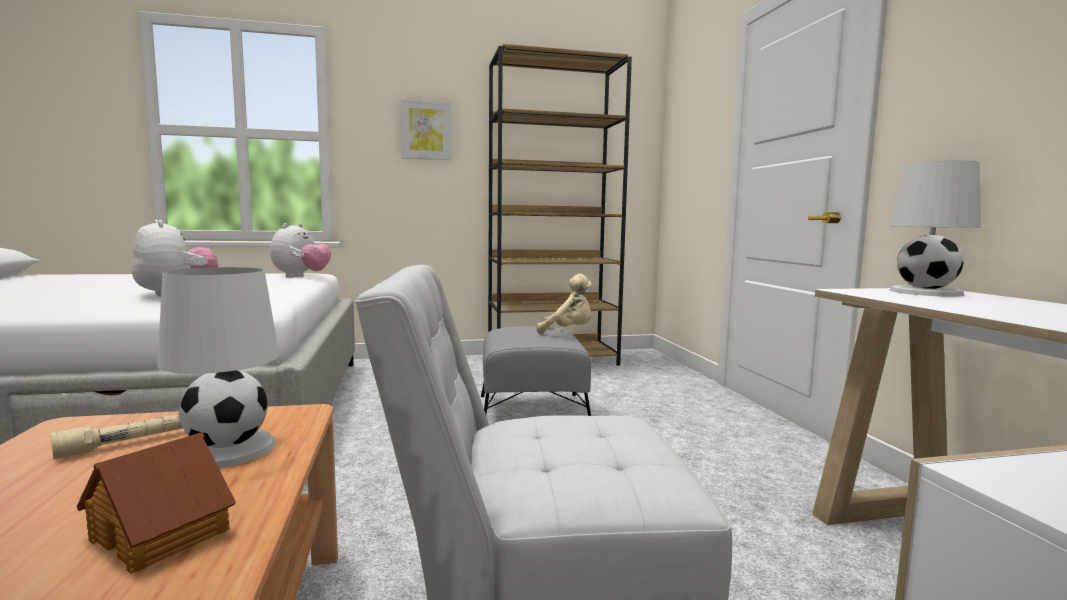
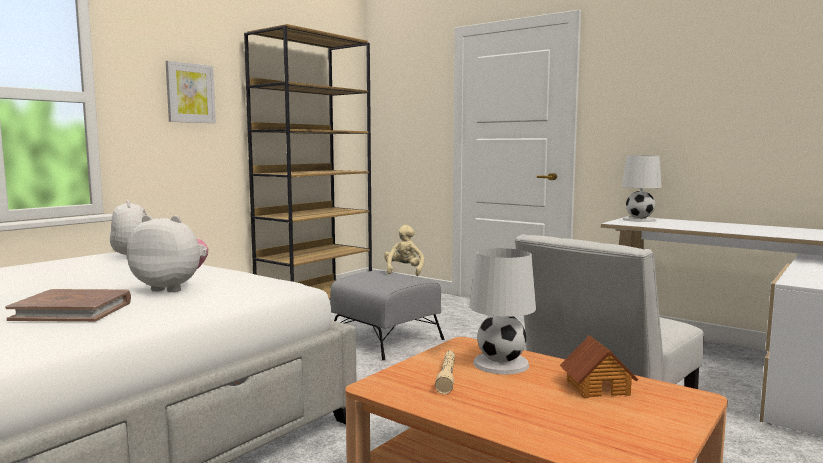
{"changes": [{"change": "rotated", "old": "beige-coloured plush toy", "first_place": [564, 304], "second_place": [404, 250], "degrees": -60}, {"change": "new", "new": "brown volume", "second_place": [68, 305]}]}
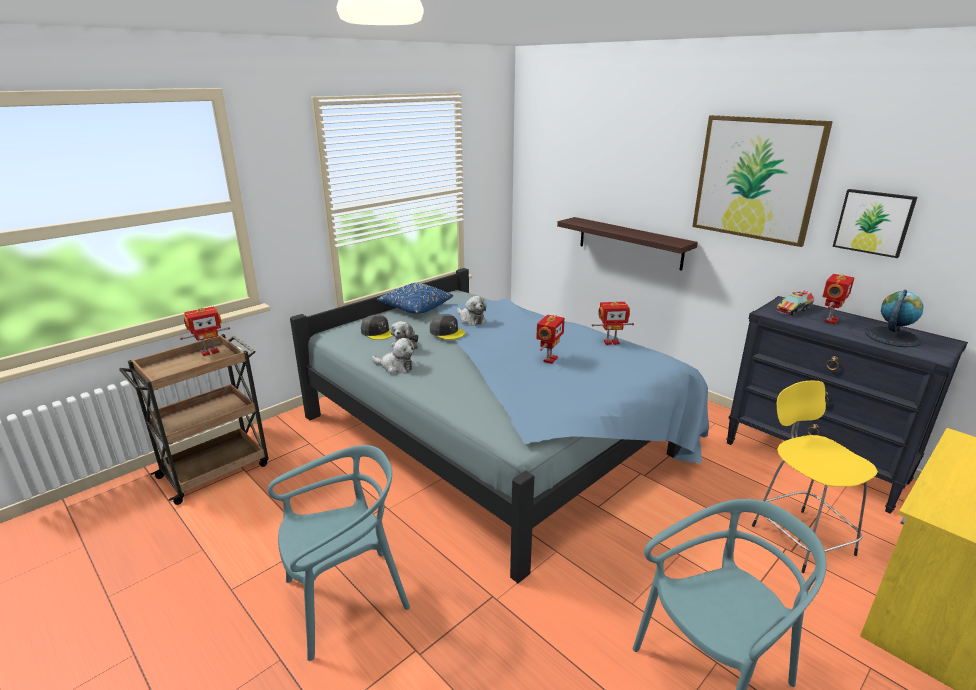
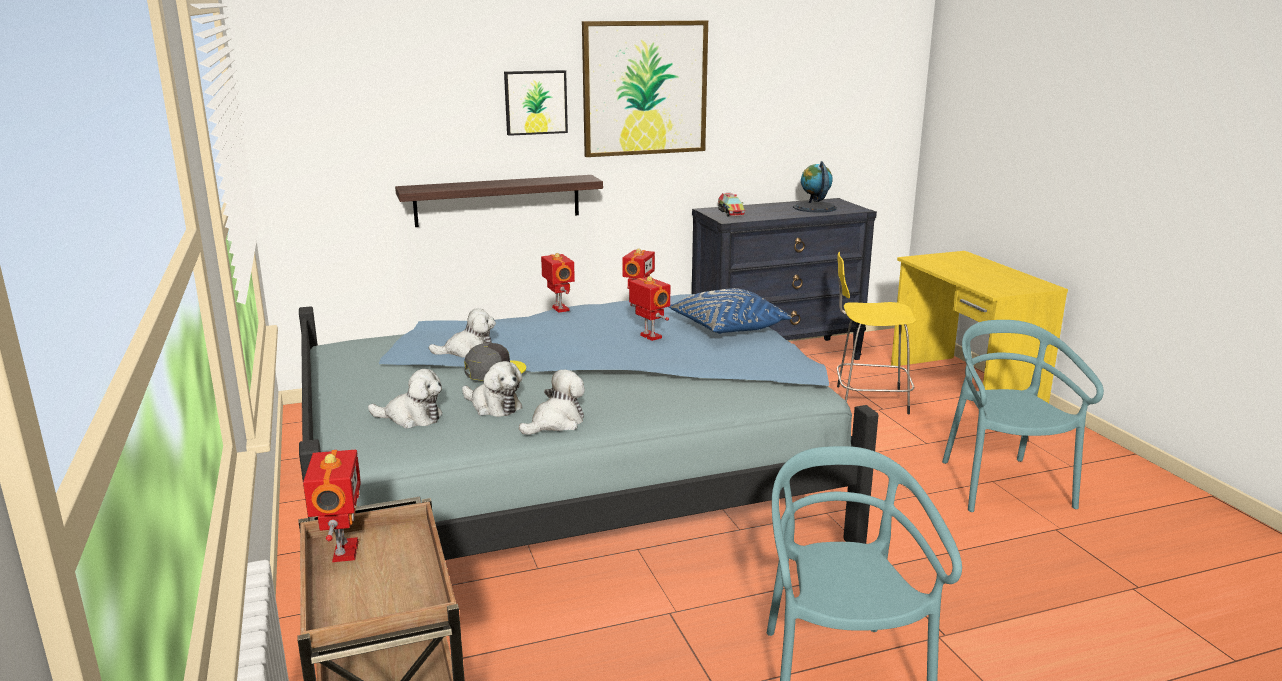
{"changes": [{"change": "swapped", "old": "greyish peaked cap", "new": "plush toy", "first_place": [377, 327], "second_place": [405, 398]}, {"change": "shifted", "old": "blue pillow", "first_place": [414, 298], "second_place": [730, 311]}, {"change": "shifted", "old": "toy robot", "first_place": [838, 299], "second_place": [558, 283]}, {"change": "shifted", "old": "wall picture", "first_place": [875, 223], "second_place": [536, 103]}]}
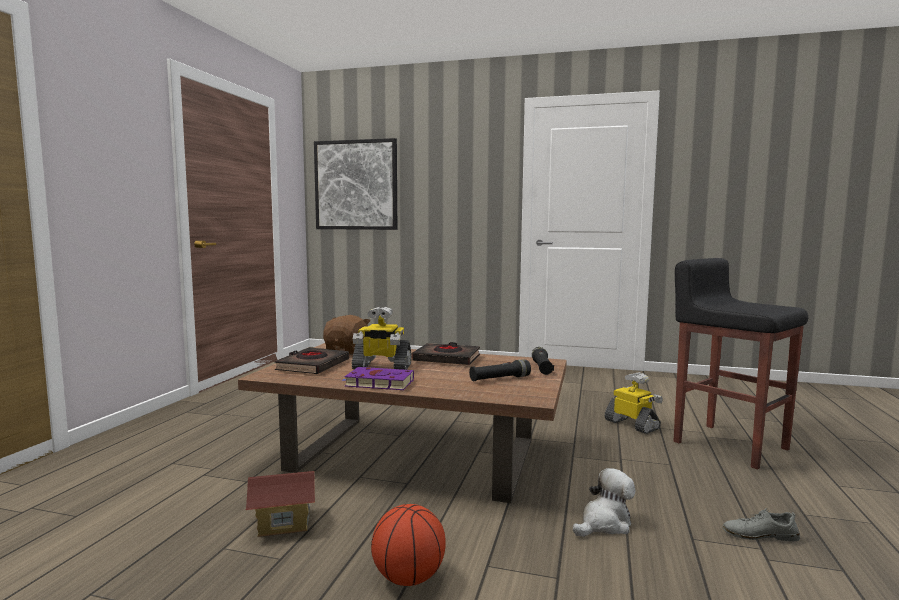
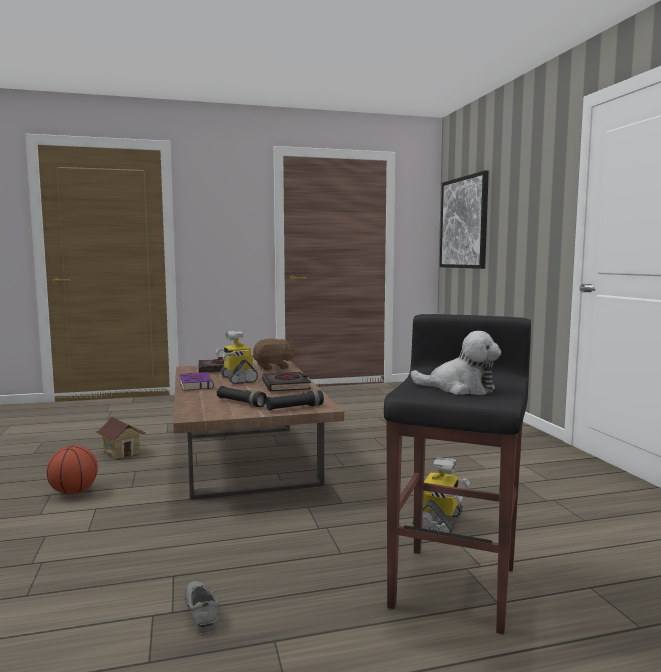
{"changes": [{"change": "shifted", "old": "plush toy", "first_place": [604, 502], "second_place": [455, 363]}]}
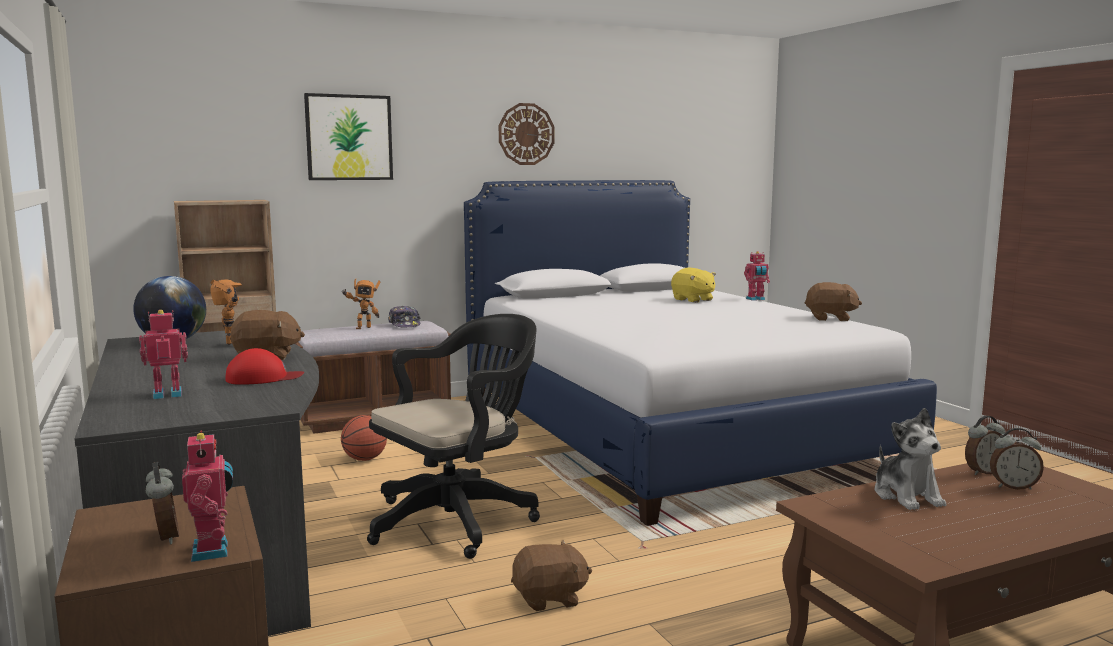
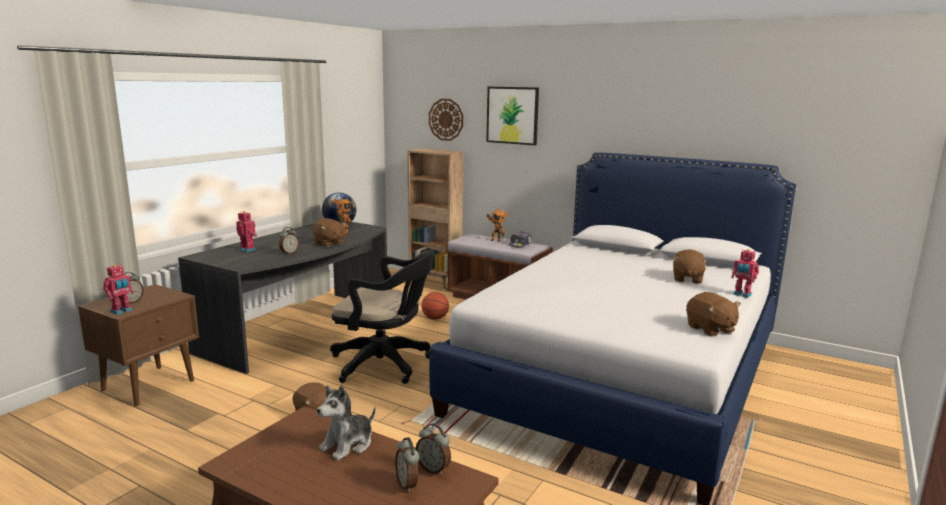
{"changes": [{"change": "swapped", "old": "reddish peaked cap", "new": "table clock", "first_place": [264, 366], "second_place": [289, 241]}, {"change": "shifted", "old": "clock on the wall", "first_place": [527, 134], "second_place": [446, 120]}, {"change": "repainted", "old": "yellow-coloured plush toy", "new": "brown plush toy", "first_place": [693, 285], "second_place": [691, 266]}]}
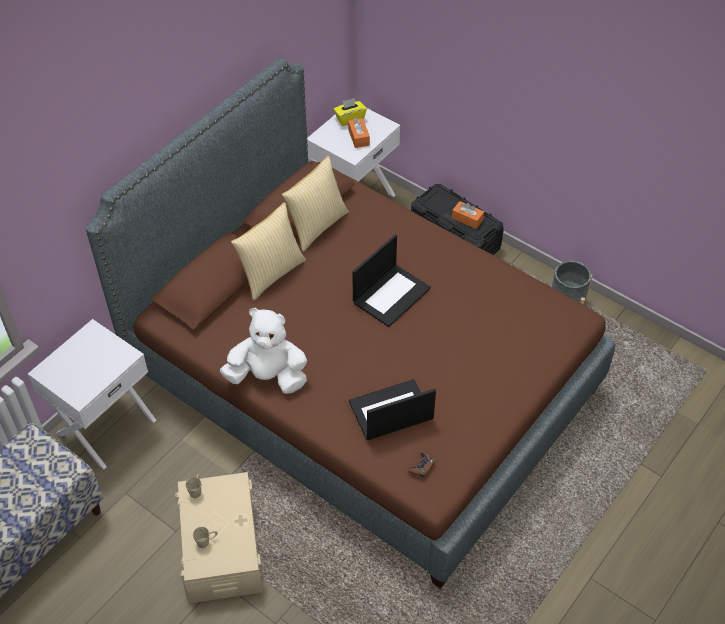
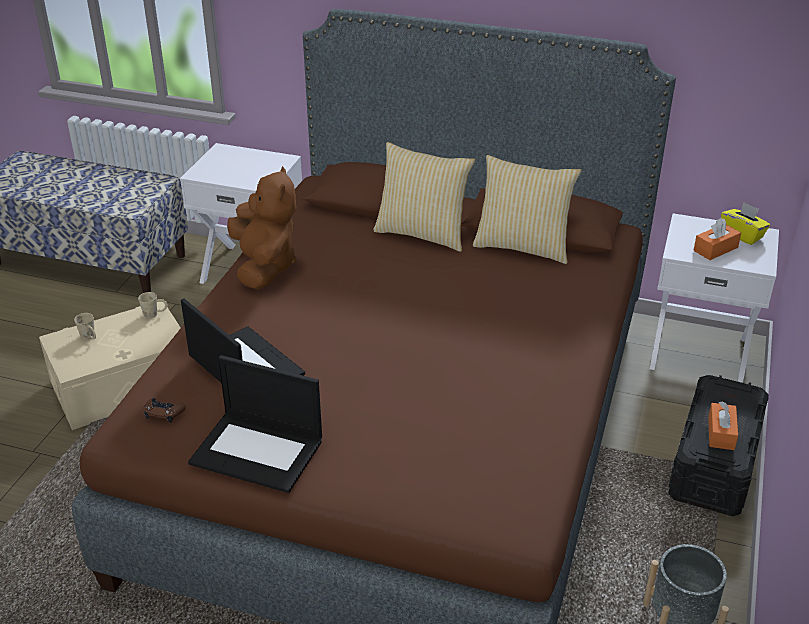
{"changes": [{"change": "repainted", "old": "whitish plush toy", "new": "brown plush toy", "first_place": [263, 351], "second_place": [261, 228]}, {"change": "shifted", "old": "portable computer", "first_place": [391, 280], "second_place": [255, 424]}]}
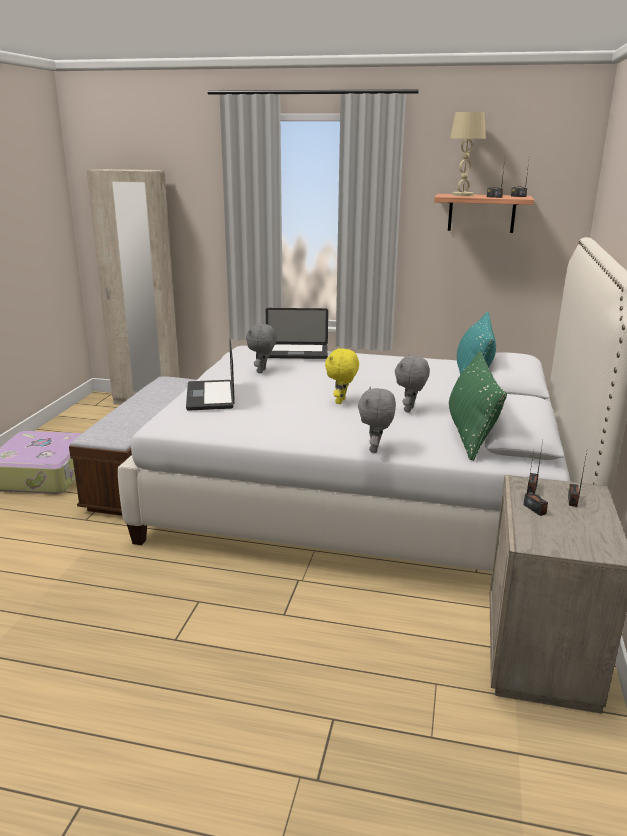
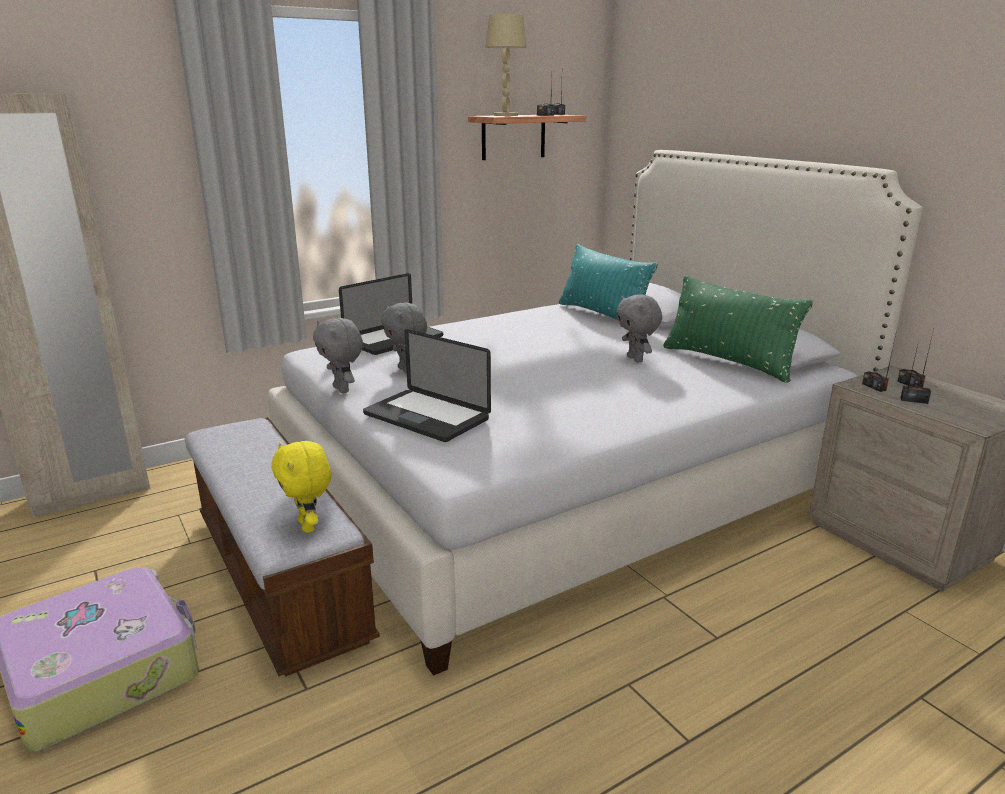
{"changes": [{"change": "shifted", "old": "yellow-coloured plush toy", "first_place": [342, 376], "second_place": [301, 487]}, {"change": "shifted", "old": "greyish plush toy", "first_place": [377, 420], "second_place": [338, 355]}]}
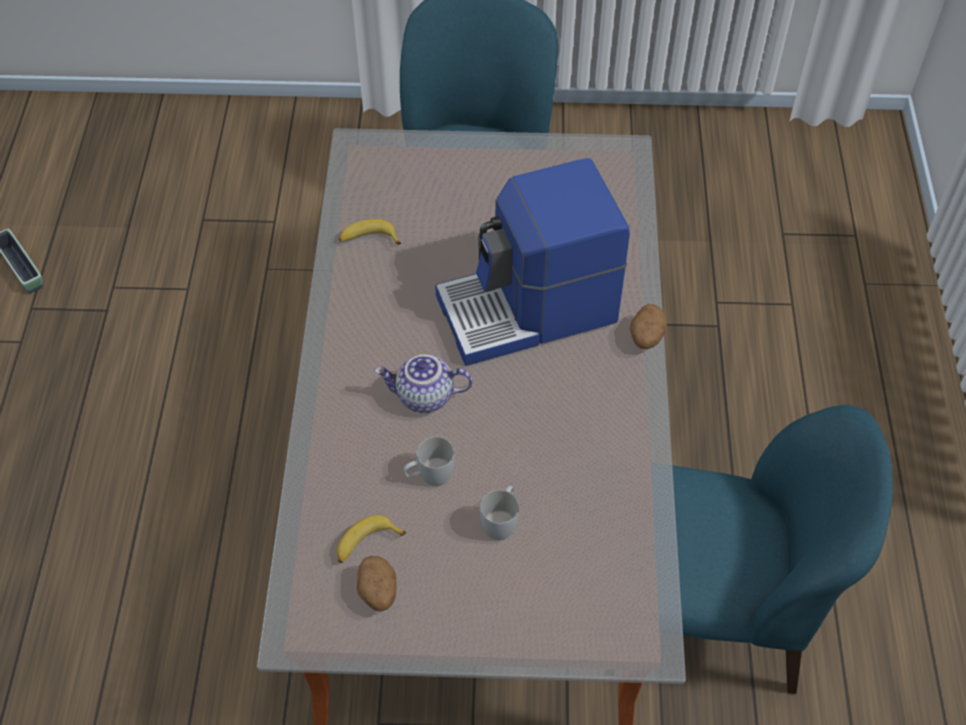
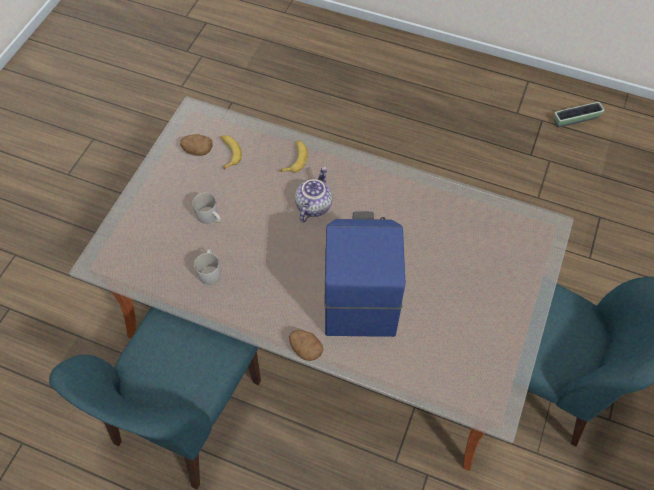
{"changes": [{"change": "shifted", "old": "banana fruit", "first_place": [370, 232], "second_place": [294, 156]}, {"change": "shifted", "old": "whitish coffee mug", "first_place": [428, 461], "second_place": [207, 267]}]}
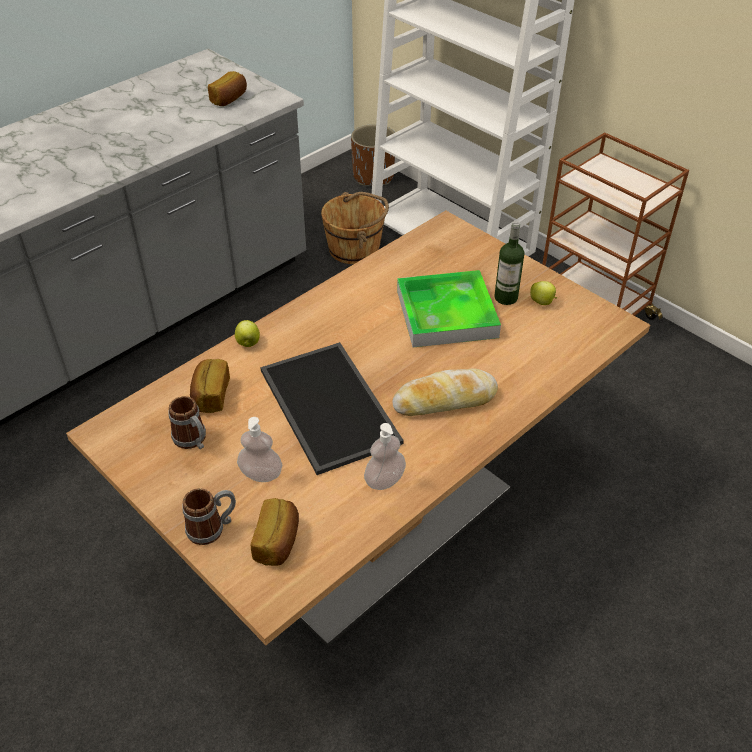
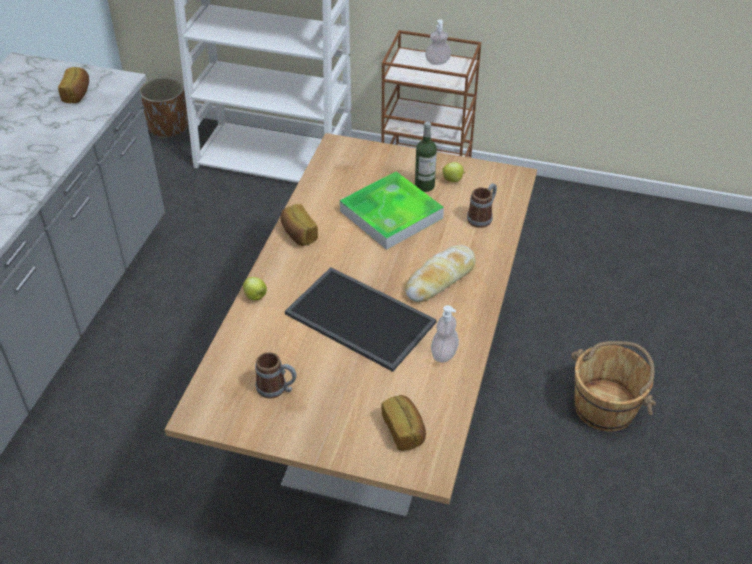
{"changes": [{"change": "shifted", "old": "coffee mug", "first_place": [209, 516], "second_place": [482, 205]}, {"change": "shifted", "old": "bread", "first_place": [210, 386], "second_place": [299, 225]}, {"change": "shifted", "old": "soap dispenser", "first_place": [260, 449], "second_place": [438, 42]}, {"change": "shifted", "old": "brown water bucket", "first_place": [355, 228], "second_place": [613, 386]}]}
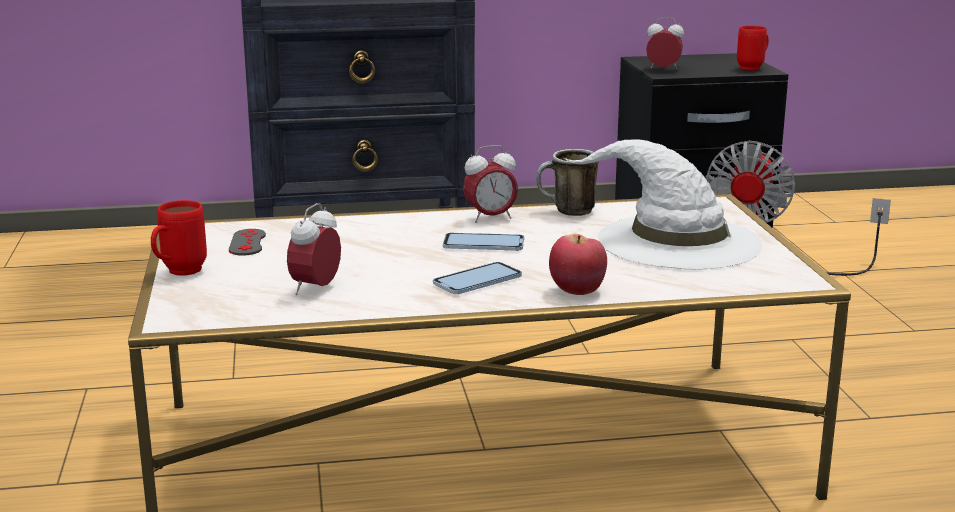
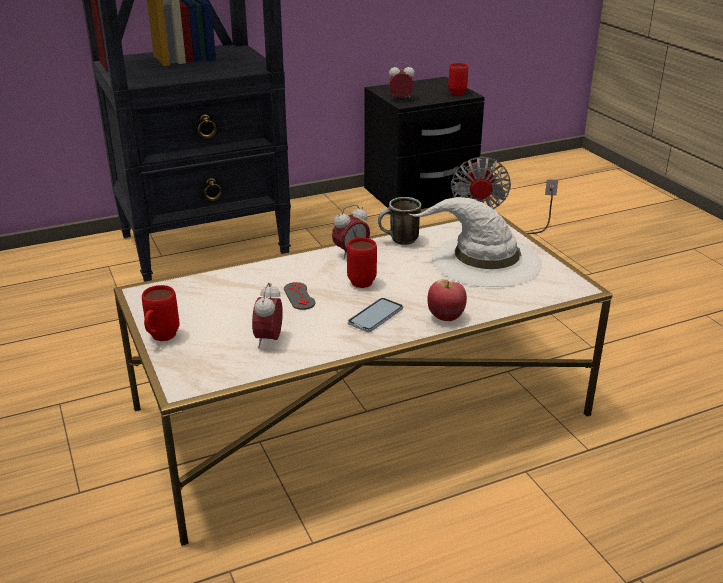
{"changes": [{"change": "shifted", "old": "greyish game controller", "first_place": [247, 242], "second_place": [299, 296]}, {"change": "swapped", "old": "telephone", "new": "reddish coffee mug", "first_place": [483, 242], "second_place": [362, 262]}]}
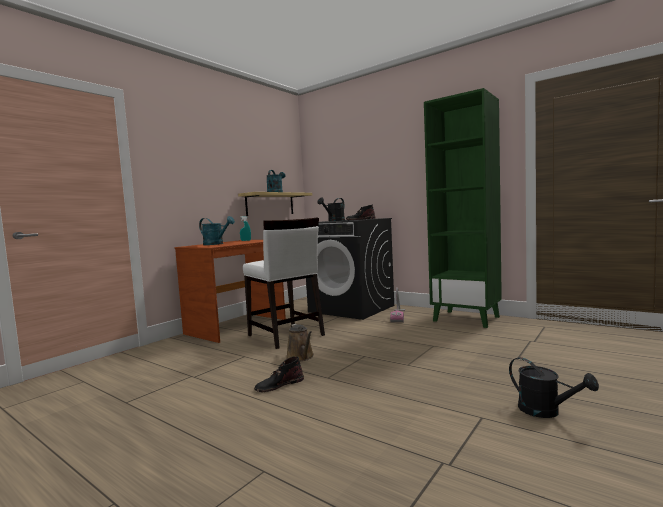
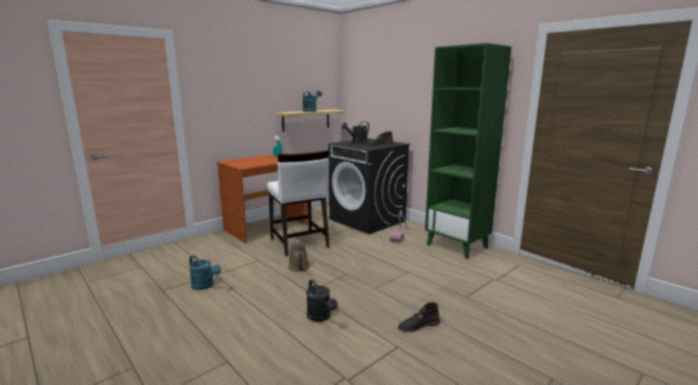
{"changes": [{"change": "shifted", "old": "turquoise-coloured watering pot", "first_place": [217, 230], "second_place": [205, 272]}, {"change": "shifted", "old": "blackish high-top boot", "first_place": [279, 374], "second_place": [419, 317]}, {"change": "shifted", "old": "blackish watering pot", "first_place": [554, 387], "second_place": [321, 300]}]}
